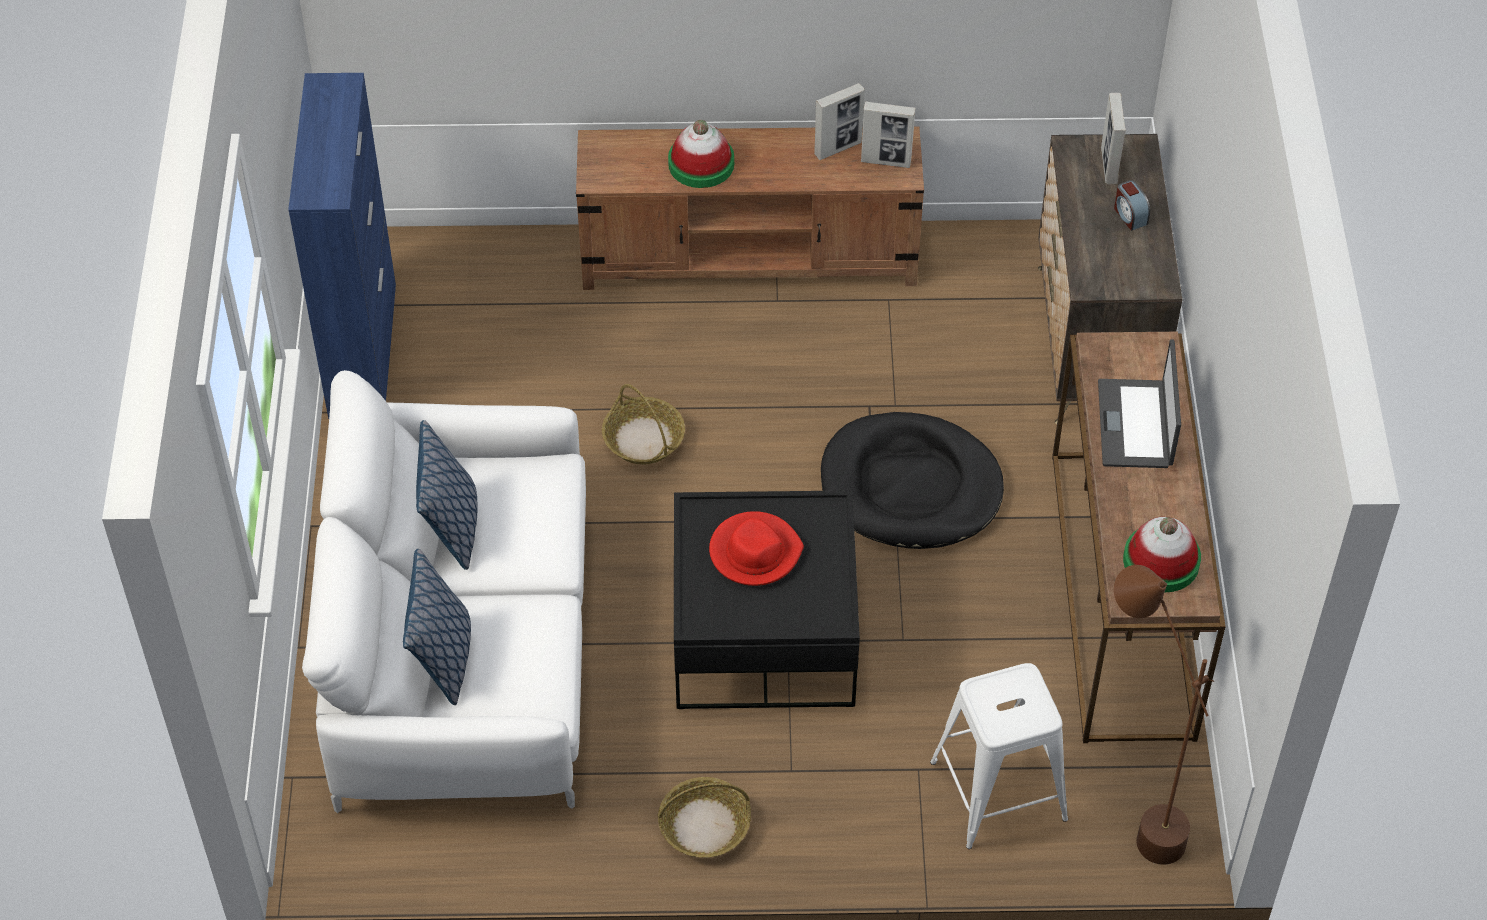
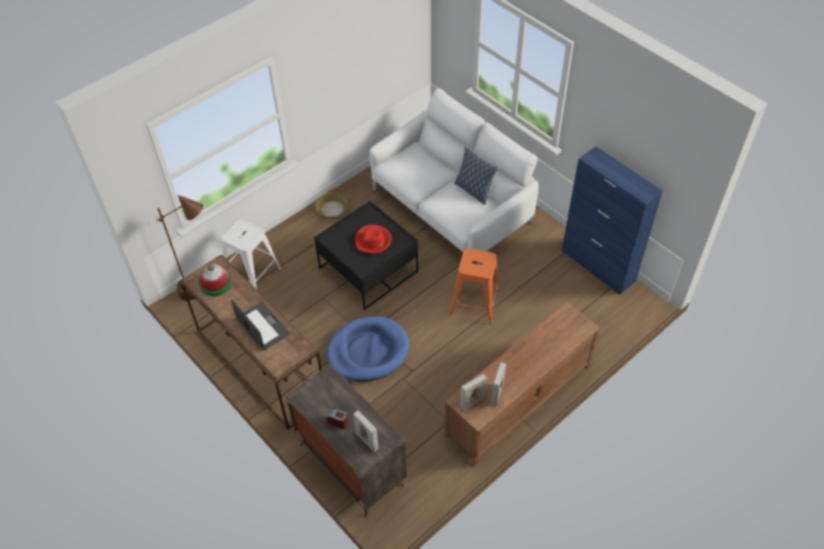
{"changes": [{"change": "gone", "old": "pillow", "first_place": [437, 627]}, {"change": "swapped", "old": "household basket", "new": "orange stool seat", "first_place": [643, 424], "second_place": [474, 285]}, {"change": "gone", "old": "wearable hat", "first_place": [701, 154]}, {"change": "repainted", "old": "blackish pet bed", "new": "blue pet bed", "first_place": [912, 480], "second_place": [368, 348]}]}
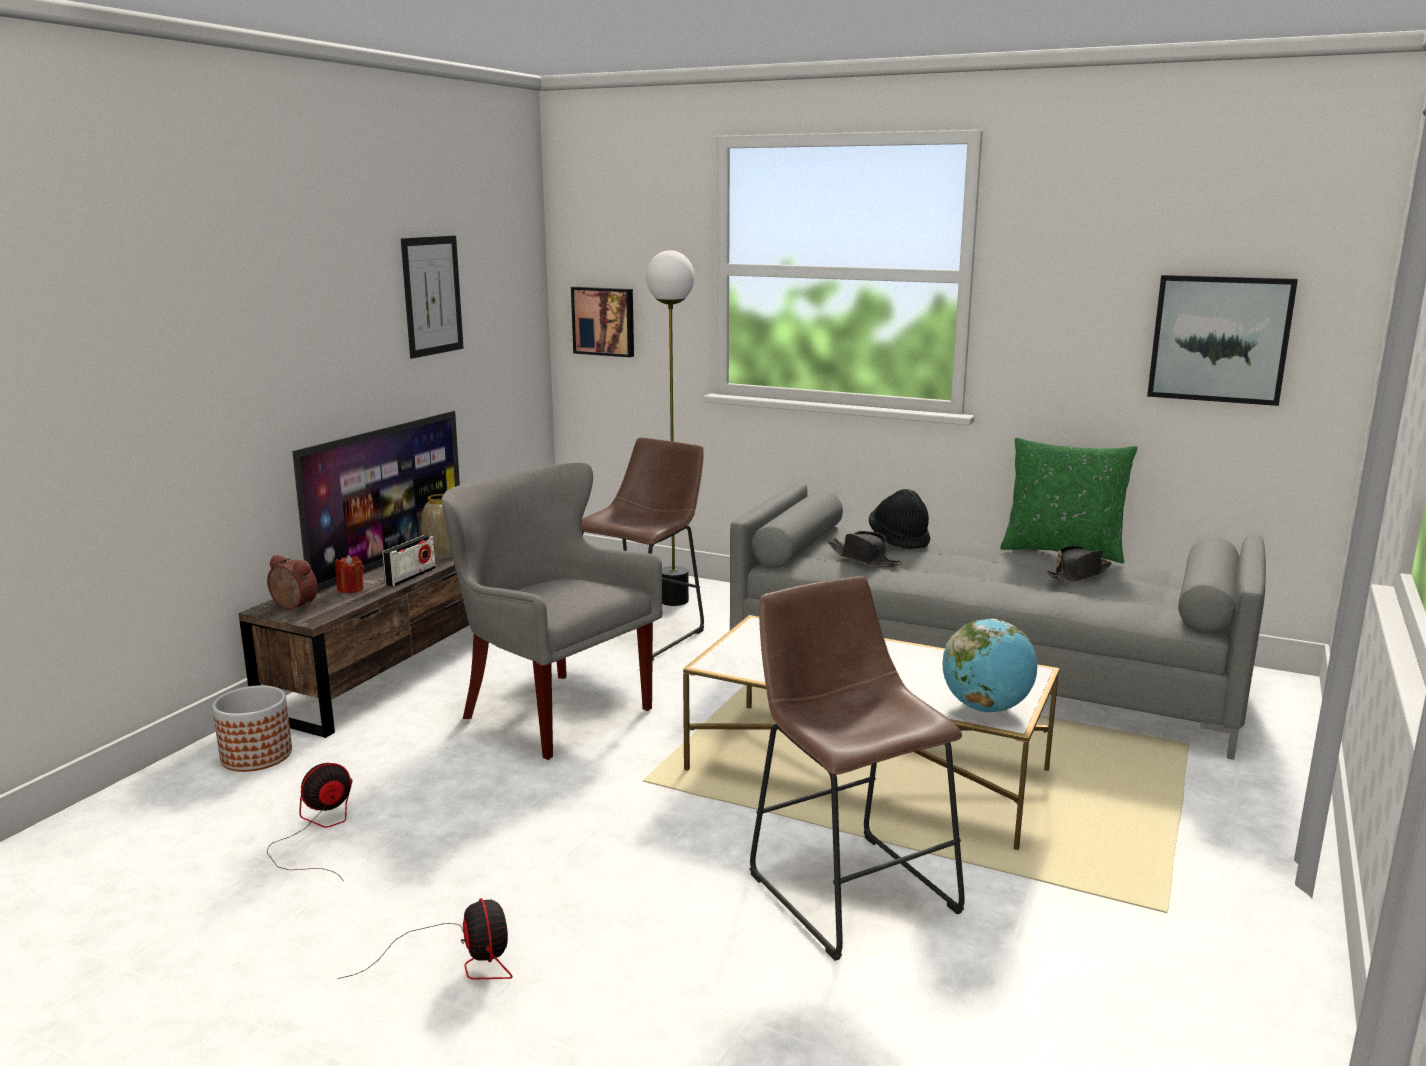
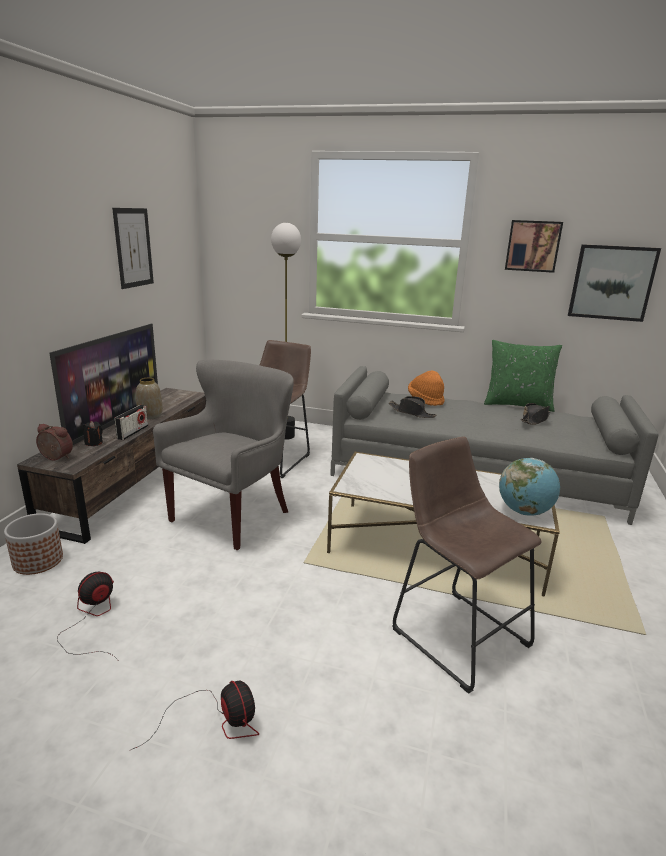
{"changes": [{"change": "repainted", "old": "reddish wax candle", "new": "blackish wax candle", "first_place": [349, 574], "second_place": [93, 433]}, {"change": "rotated", "old": "greyish armchair", "first_place": [552, 611], "second_place": [223, 454], "degrees": 90}, {"change": "shifted", "old": "wall picture", "first_place": [602, 322], "second_place": [534, 246]}, {"change": "repainted", "old": "blackish wearable hat", "new": "orange wearable hat", "first_place": [899, 519], "second_place": [426, 388]}]}
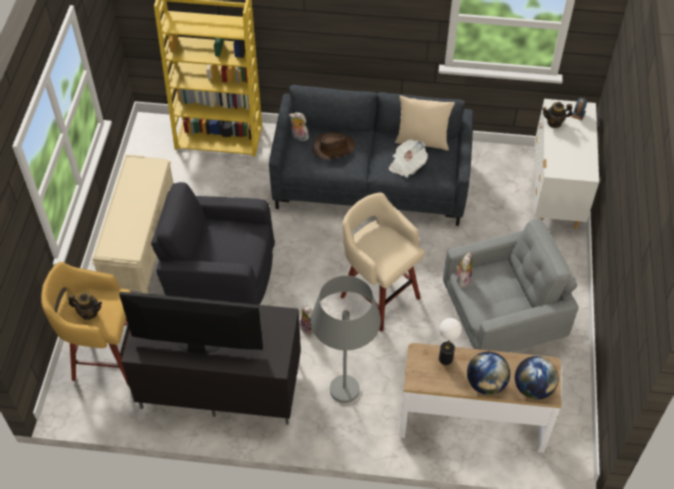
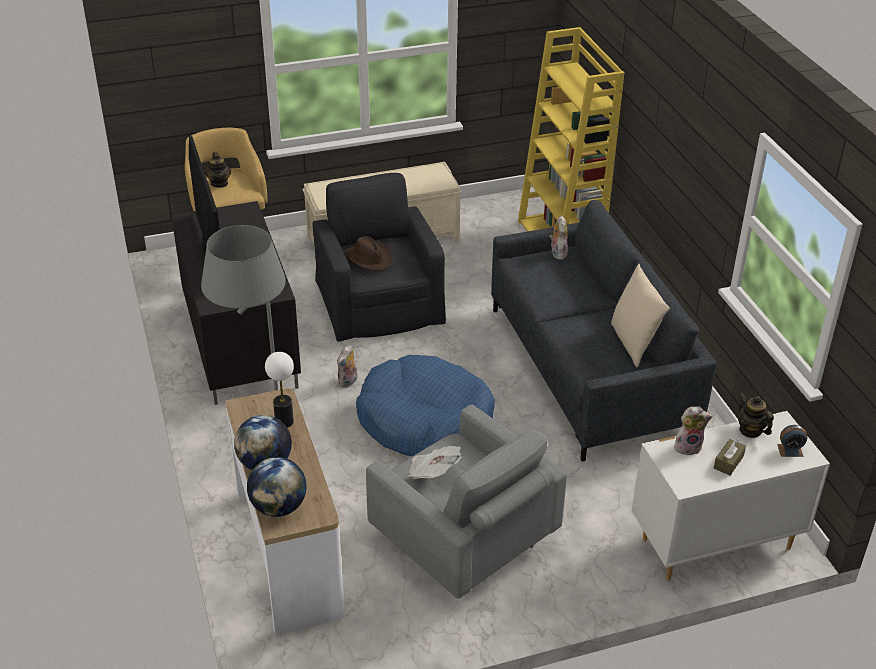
{"changes": [{"change": "shifted", "old": "brown wearable hat", "first_place": [334, 146], "second_place": [368, 253]}, {"change": "swapped", "old": "beige-coloured stool seat", "new": "blue pet bed", "first_place": [383, 262], "second_place": [425, 405]}, {"change": "shifted", "old": "daily paper", "first_place": [408, 158], "second_place": [434, 462]}, {"change": "shifted", "old": "plush toy", "first_place": [464, 270], "second_place": [693, 431]}, {"change": "new", "new": "brown box of tissues", "second_place": [730, 457]}]}
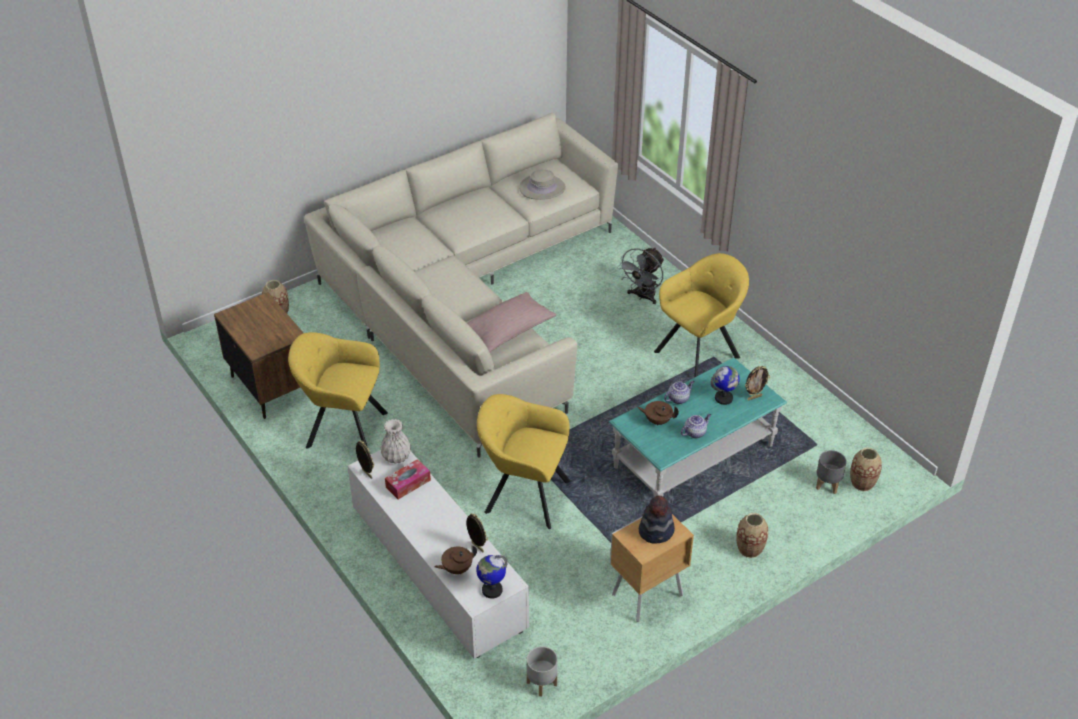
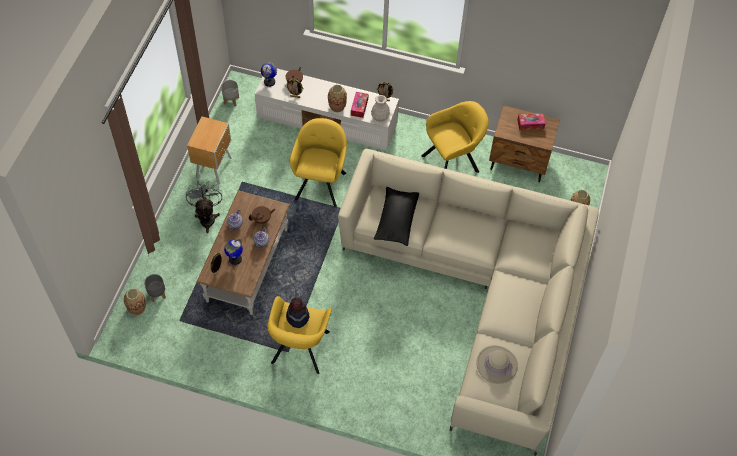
{"changes": [{"change": "repainted", "old": "pinkish pillow", "new": "blackish pillow", "first_place": [511, 322], "second_place": [396, 216]}, {"change": "rotated", "old": "yellow-coloured armchair", "first_place": [524, 461], "second_place": [318, 162], "degrees": -60}, {"change": "repainted", "old": "turquoise-coloured lounge table", "new": "brown lounge table", "first_place": [698, 427], "second_place": [243, 252]}, {"change": "shifted", "old": "greyish fan", "first_place": [640, 275], "second_place": [204, 207]}, {"change": "shifted", "old": "wearable hat", "first_place": [657, 519], "second_place": [297, 312]}, {"change": "shifted", "old": "vase", "first_place": [752, 535], "second_place": [337, 99]}, {"change": "new", "new": "box of tissues", "second_place": [531, 121]}]}
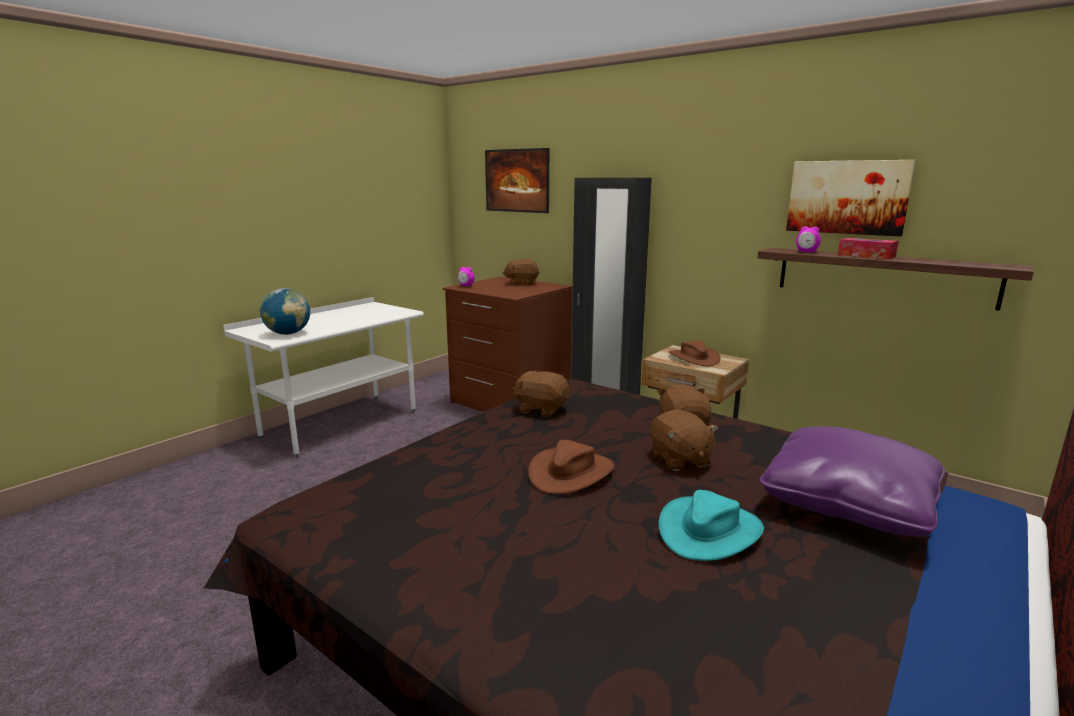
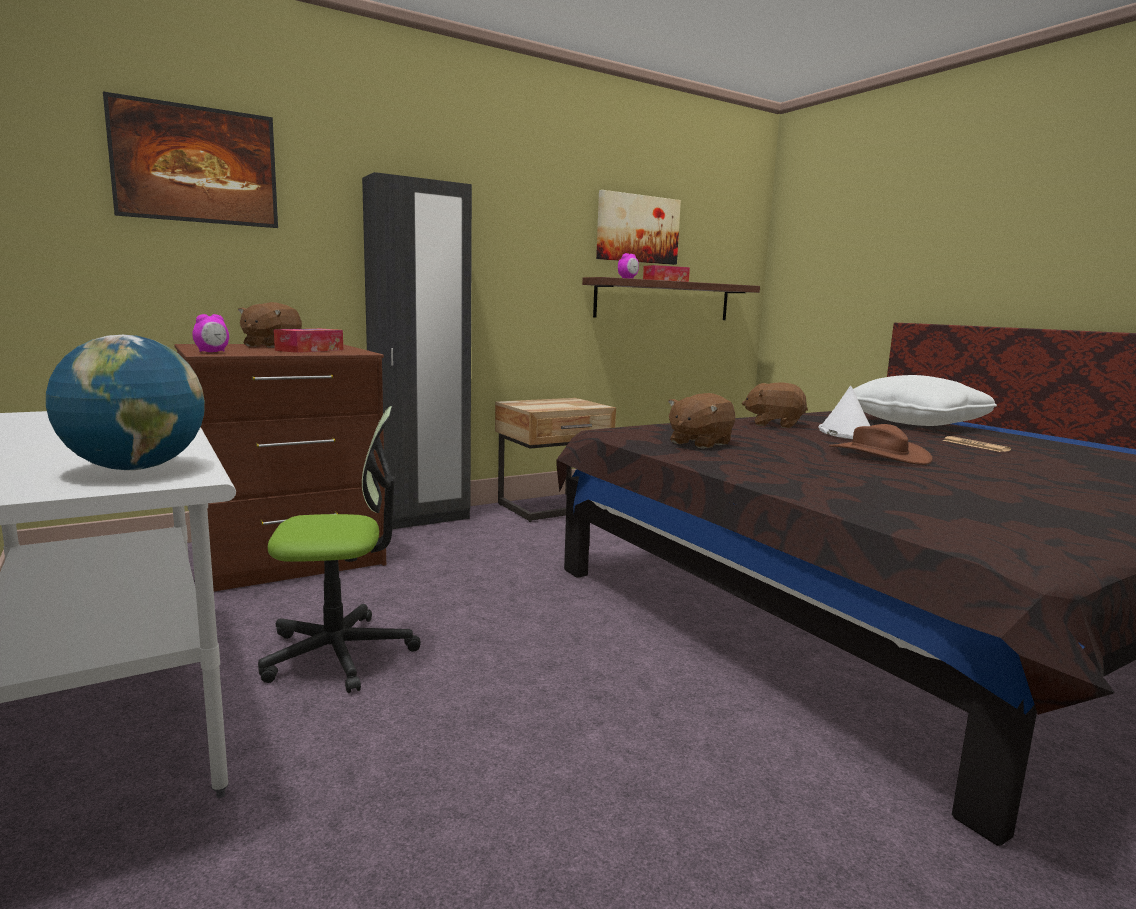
{"changes": [{"change": "swapped", "old": "brown plush toy", "new": "whitish wearable hat", "first_place": [684, 440], "second_place": [844, 412]}, {"change": "swapped", "old": "turquoise-coloured wearable hat", "new": "daily paper", "first_place": [711, 525], "second_place": [976, 444]}, {"change": "gone", "old": "brown wearable hat", "first_place": [695, 353]}, {"change": "repainted", "old": "purple-coloured pillow", "new": "whitish pillow", "first_place": [852, 481], "second_place": [925, 400]}, {"change": "new", "new": "desk chair", "second_place": [339, 549]}, {"change": "new", "new": "box of tissues", "second_place": [308, 341]}]}
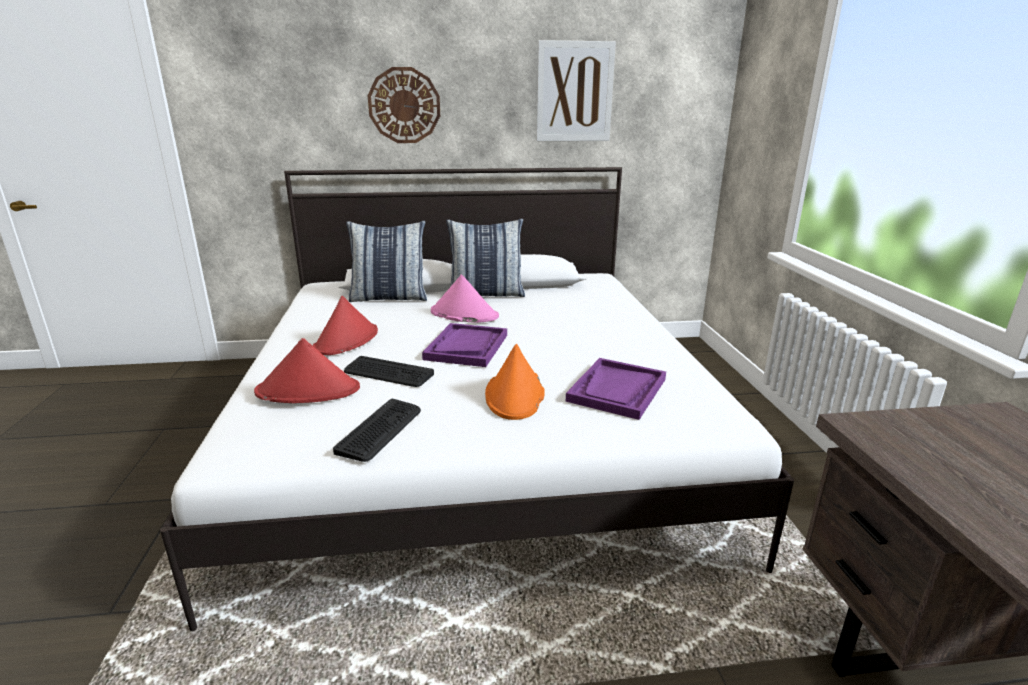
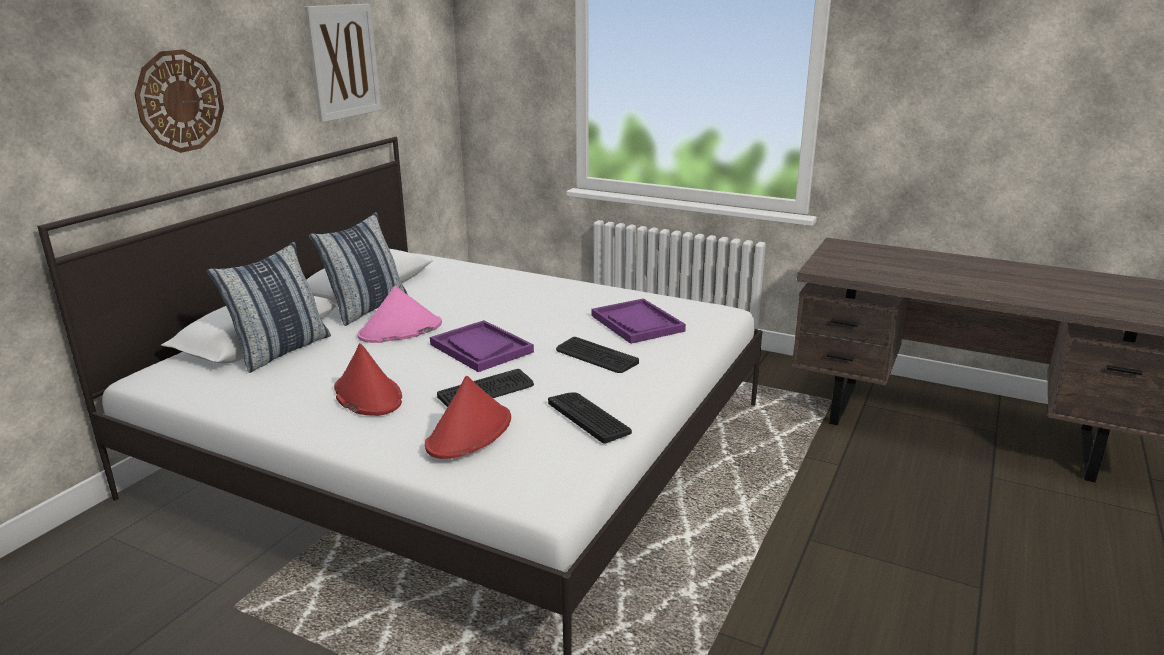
{"changes": [{"change": "swapped", "old": "orange wearable hat", "new": "keyboard", "first_place": [515, 382], "second_place": [597, 355]}]}
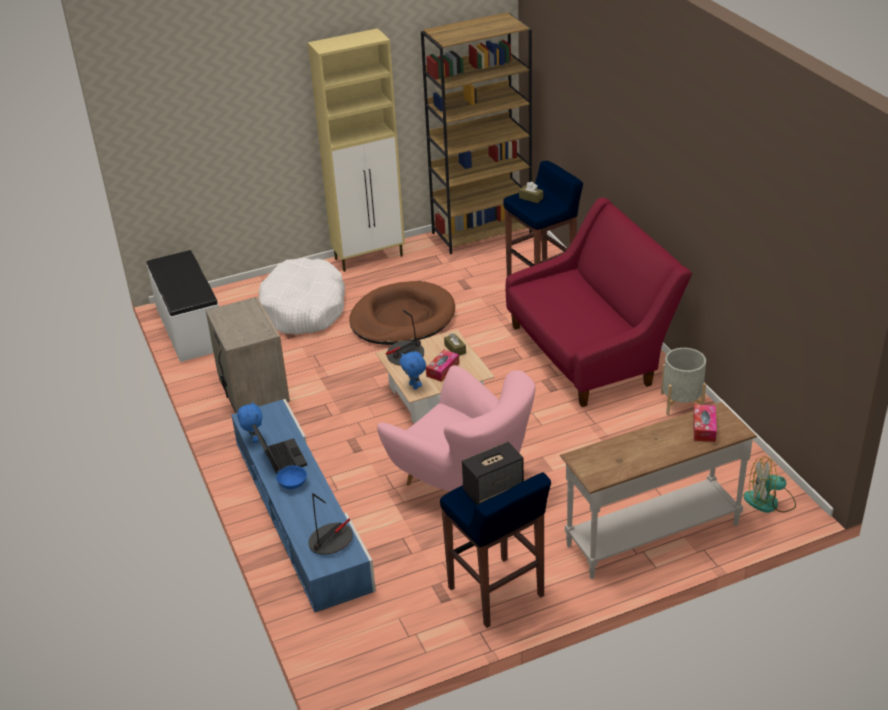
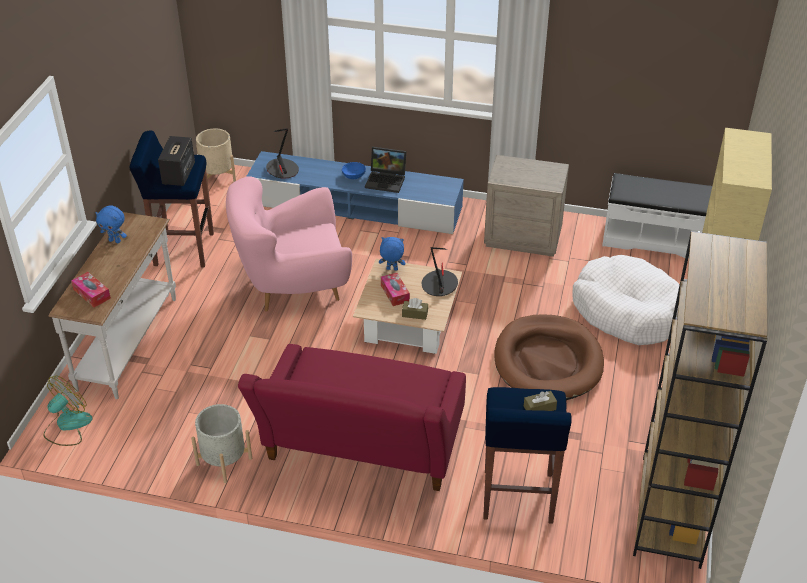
{"changes": [{"change": "shifted", "old": "blue plush toy", "first_place": [250, 422], "second_place": [111, 224]}, {"change": "new", "new": "beige-coloured planter", "second_place": [216, 155]}]}
